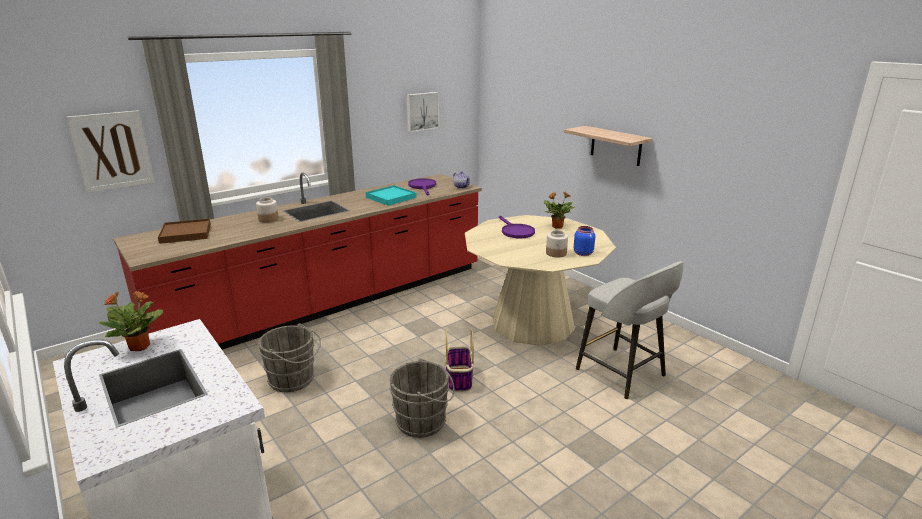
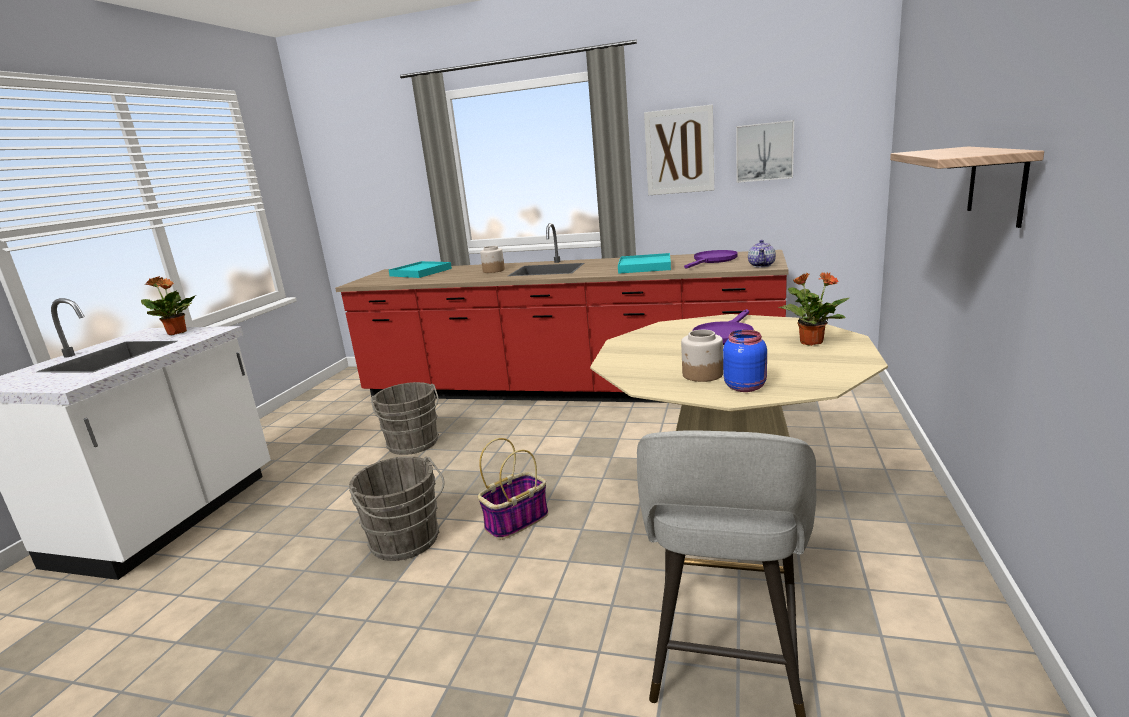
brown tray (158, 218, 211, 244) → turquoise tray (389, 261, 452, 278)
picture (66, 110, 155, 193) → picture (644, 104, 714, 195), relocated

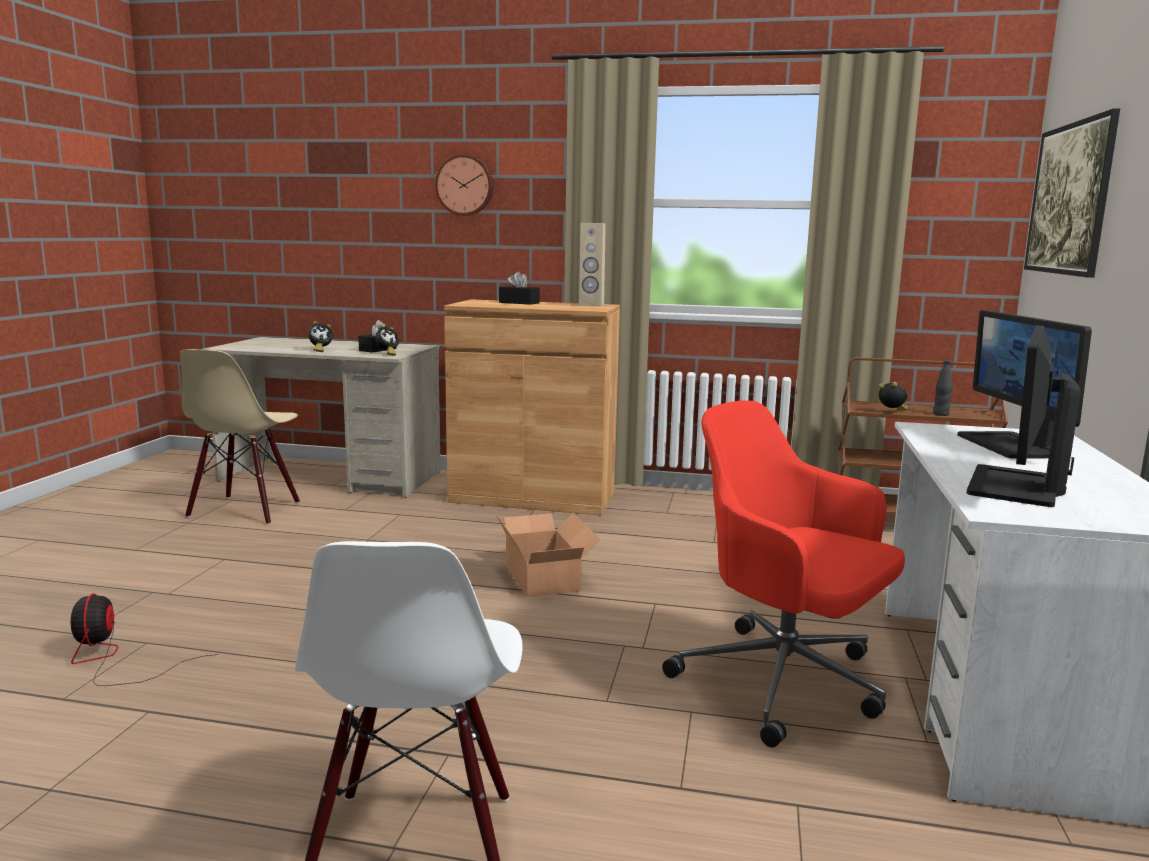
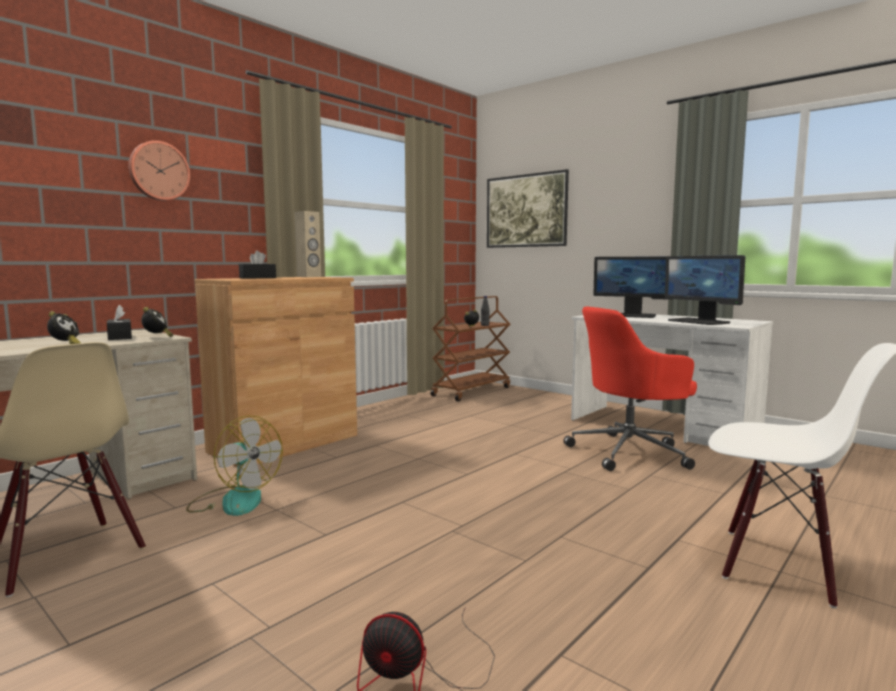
- → fan (186, 415, 283, 516)
cardboard box (496, 512, 600, 597) → -

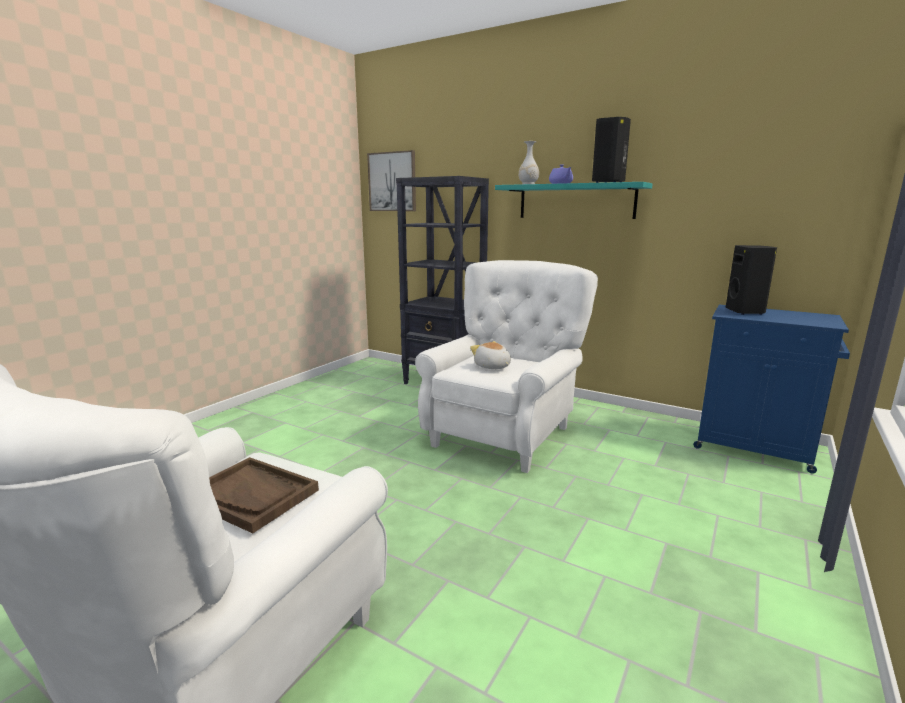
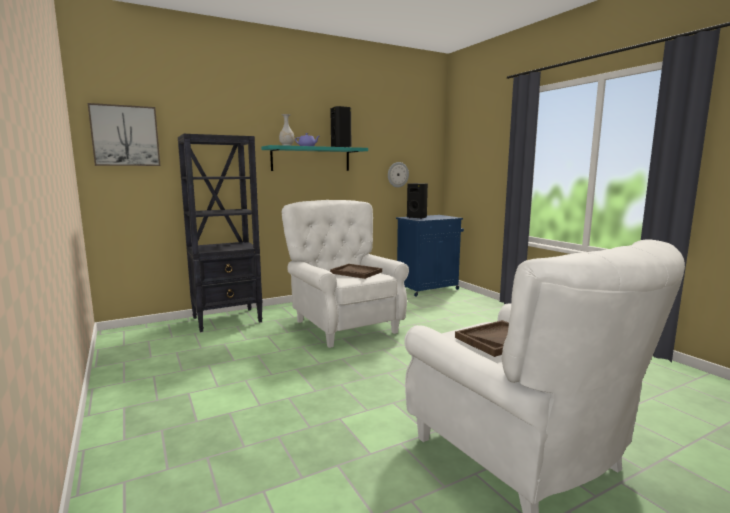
plush toy (470, 341, 511, 369) → brown tray (330, 264, 382, 279)
- → wall clock (388, 162, 409, 188)

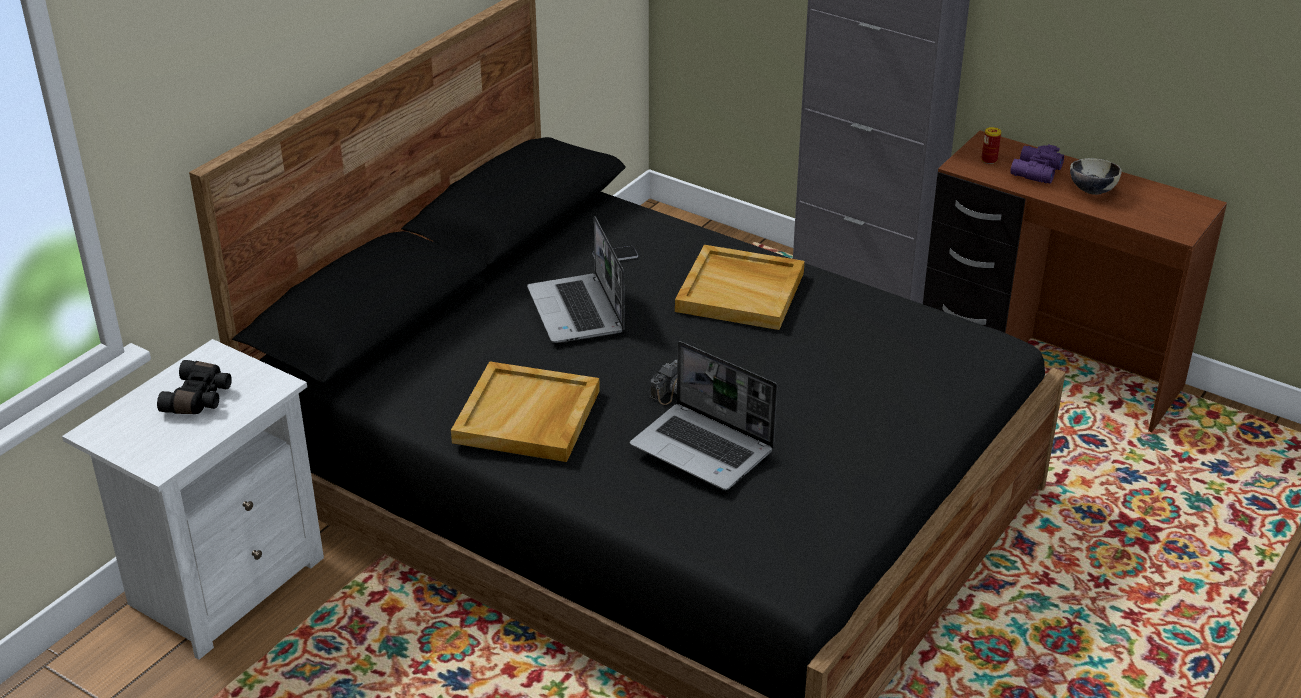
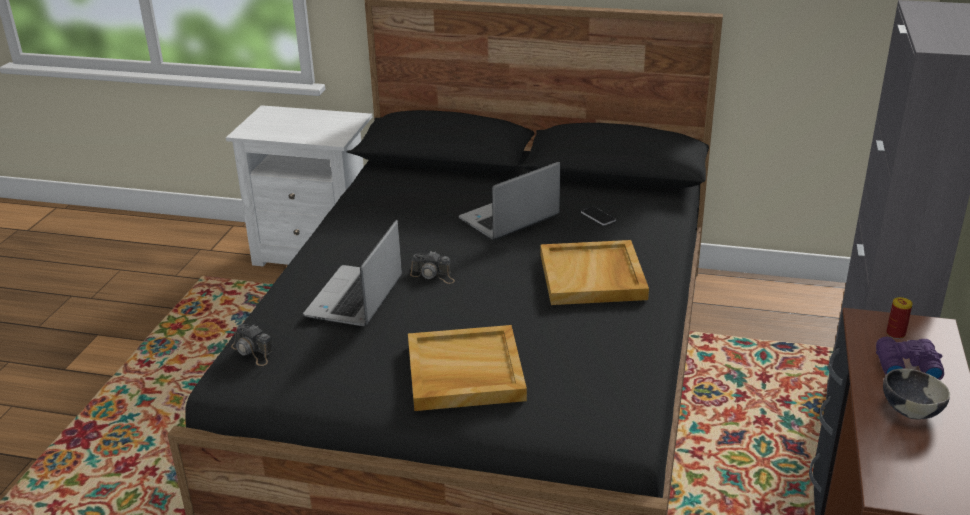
- → photo camera (231, 324, 272, 366)
beige tray (451, 361, 600, 462) → beige tray (408, 325, 527, 411), relocated
black binoculars (157, 360, 232, 414) → -

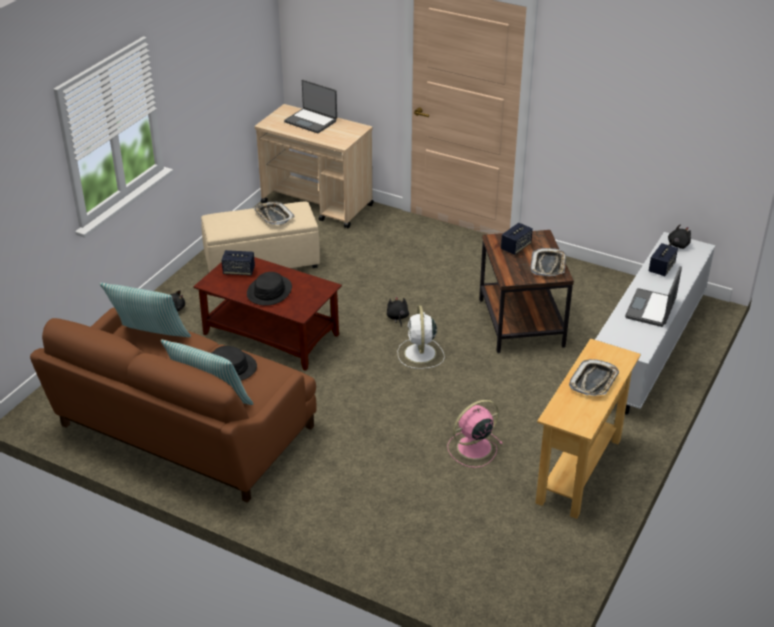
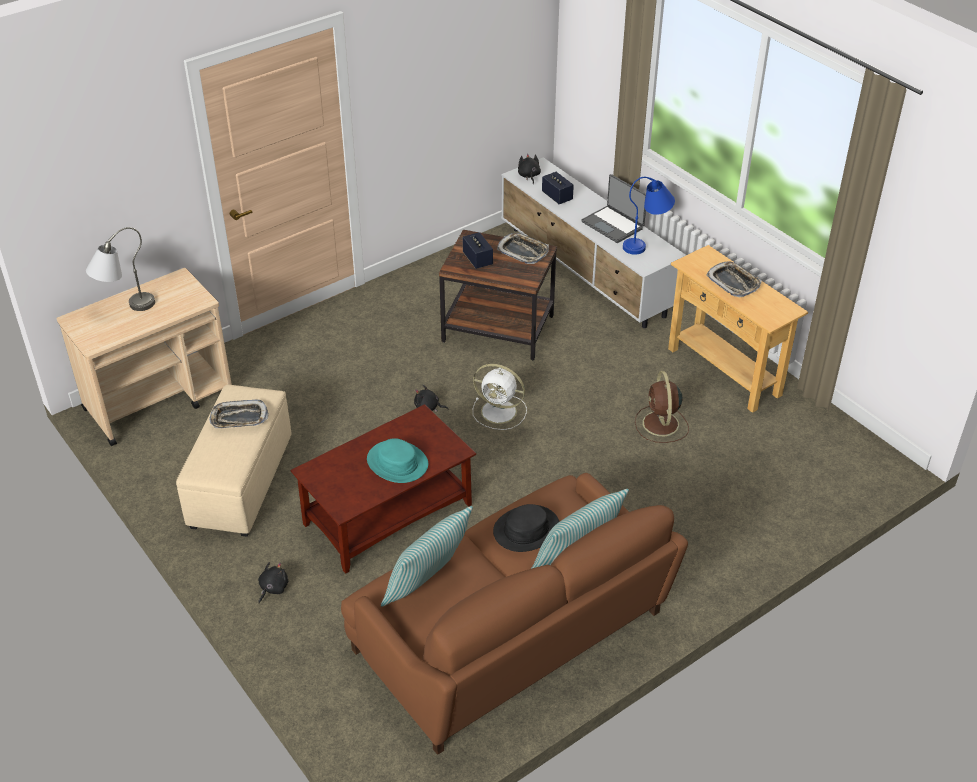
laptop (284, 80, 337, 133) → grey table lamp (86, 227, 155, 311)
black hat (247, 272, 292, 305) → turquoise hat (367, 438, 428, 483)
- → blue table lamp (623, 177, 675, 255)
pink fan (447, 400, 503, 468) → brown fan (635, 371, 689, 443)
speaker (222, 250, 255, 276) → -

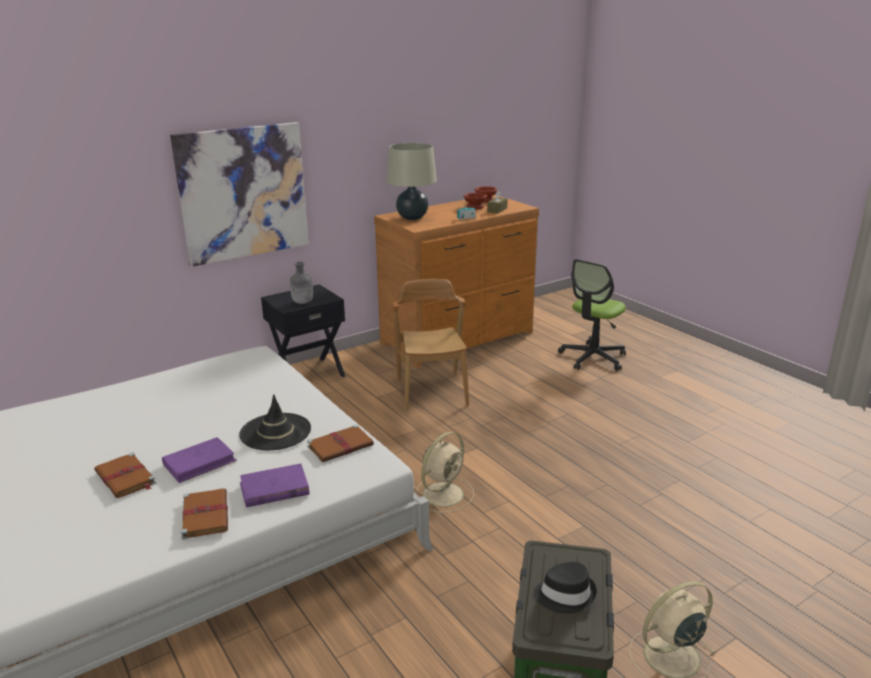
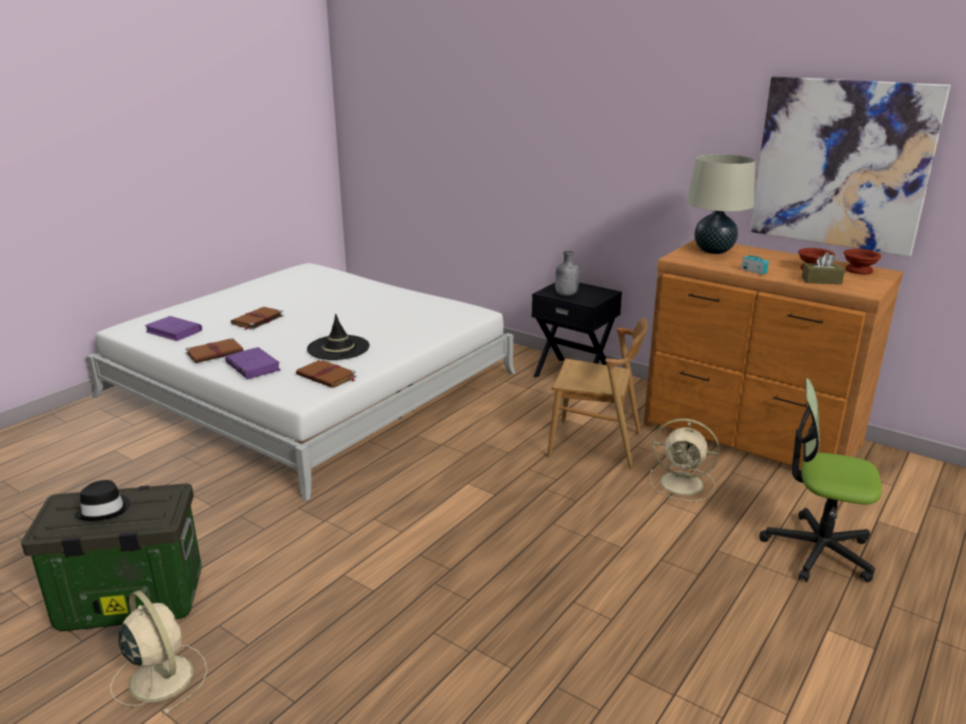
purple book (162, 437, 237, 483) → purple book (144, 316, 202, 341), relocated
brown chair (392, 279, 469, 411) → brown chair (547, 318, 648, 469), 45 degrees clockwise
beige fan (417, 432, 474, 513) → beige fan (650, 419, 720, 501), relocated
picture (170, 122, 309, 267) → picture (750, 77, 951, 257), relocated

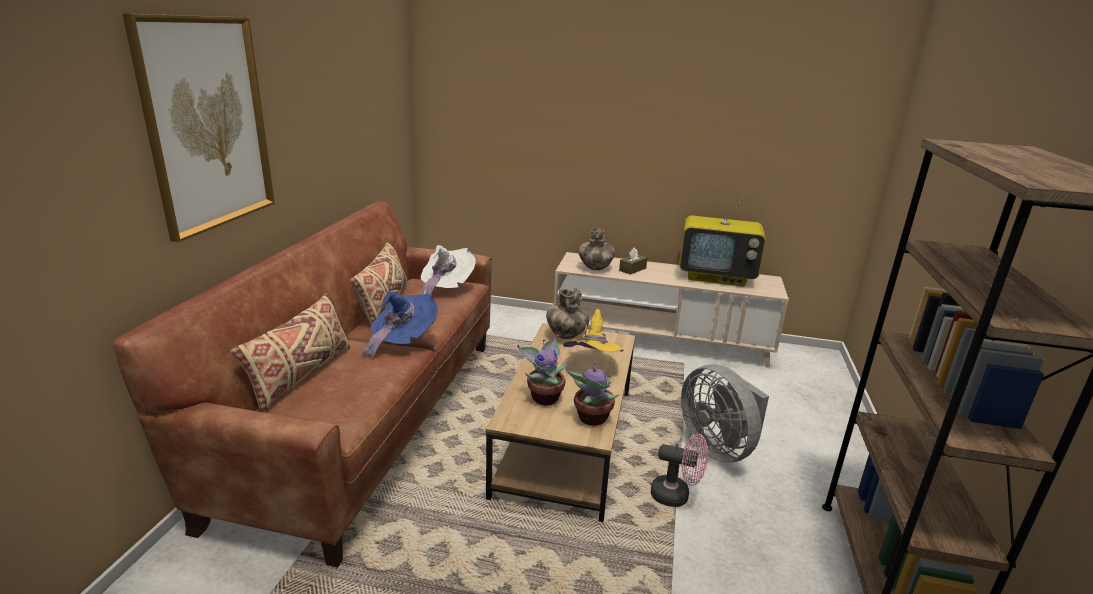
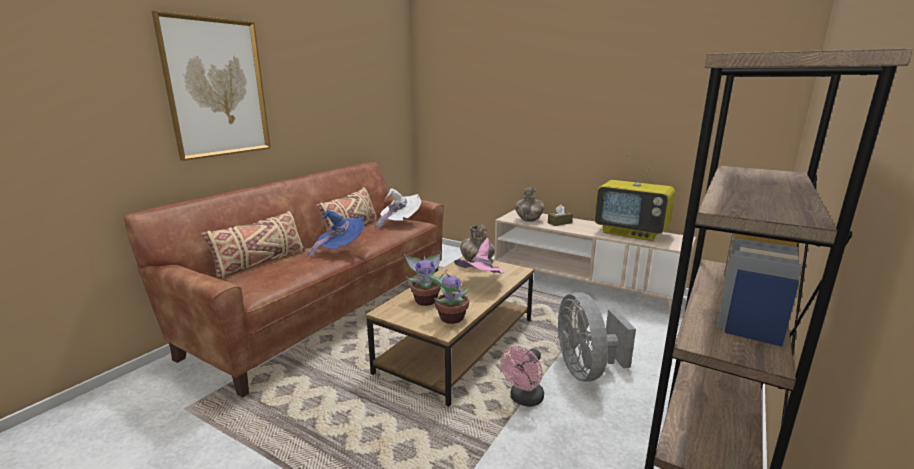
yellow hat (563, 309, 623, 353) → pink hat (454, 238, 504, 274)
pink fan (651, 433, 708, 507) → pink fan (501, 346, 544, 407), 90 degrees clockwise

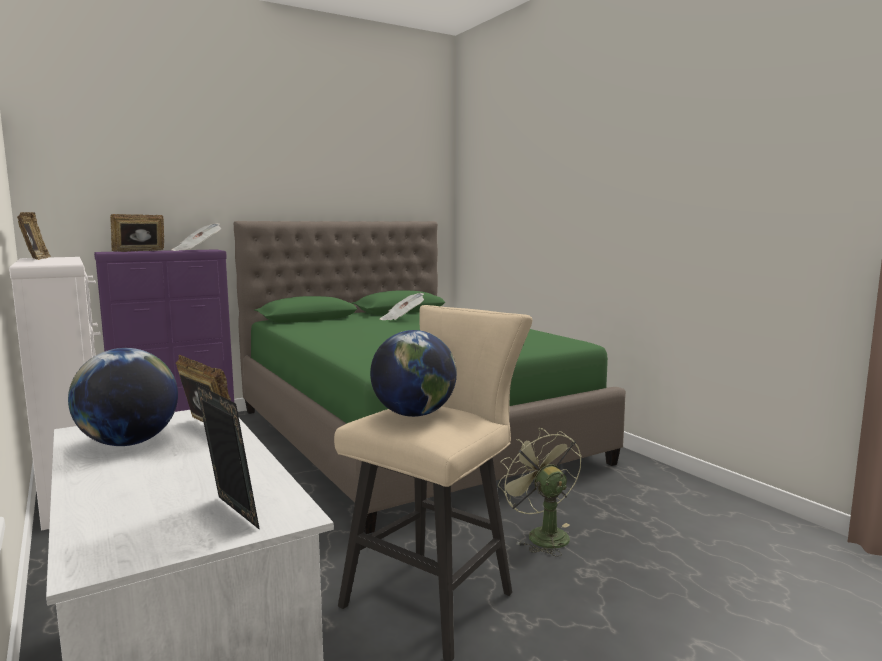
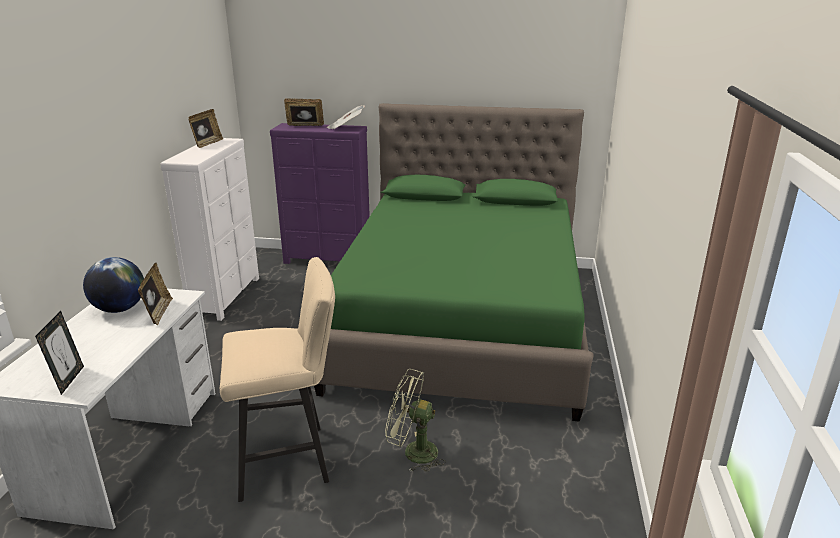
green fan (498, 428, 582, 556) → green fan (385, 369, 446, 472), 90 degrees counterclockwise
globe (370, 330, 457, 417) → -
newspaper (380, 293, 424, 320) → -

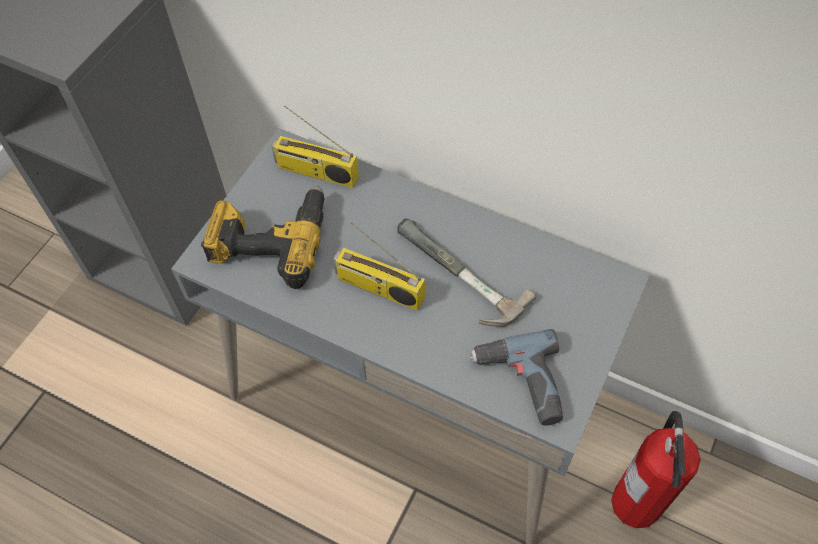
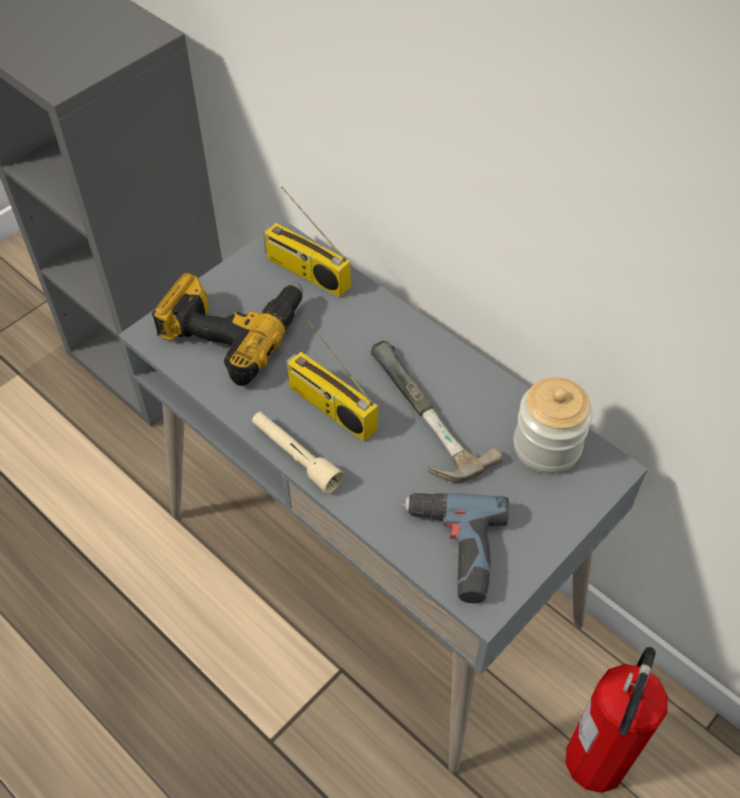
- → beige flashlight (252, 412, 344, 494)
- → jar (514, 377, 593, 474)

